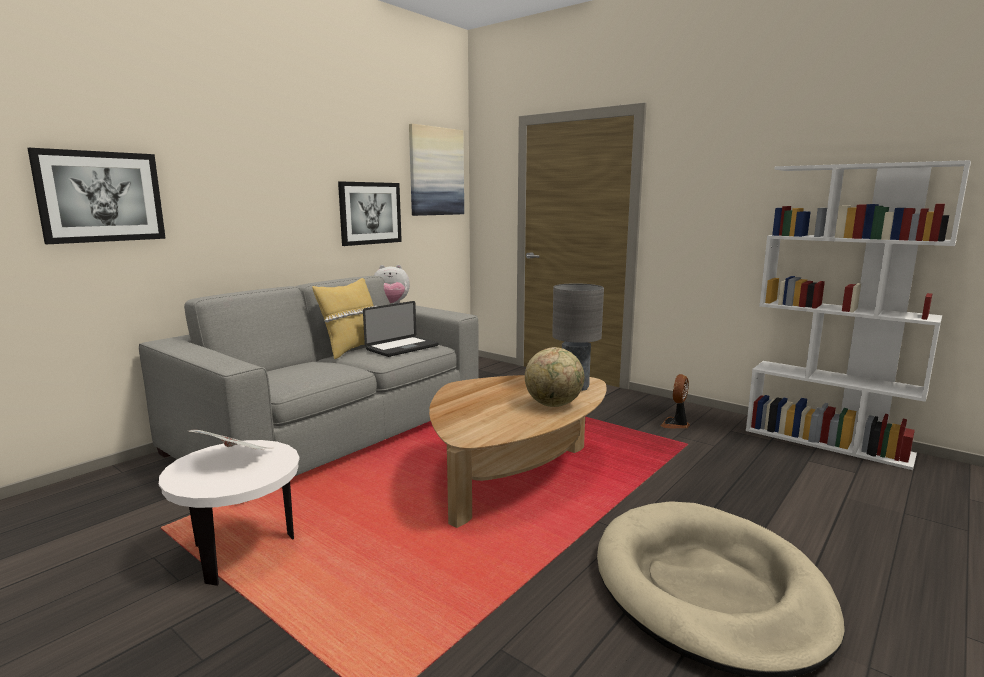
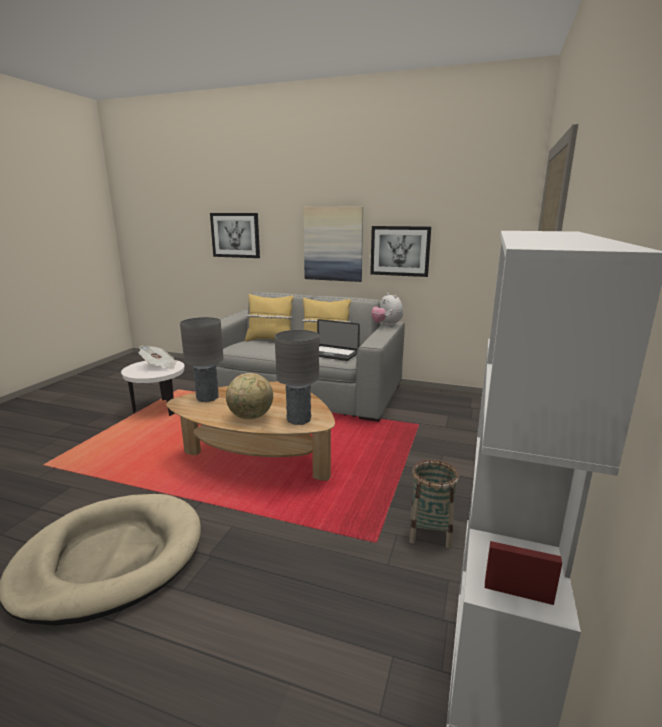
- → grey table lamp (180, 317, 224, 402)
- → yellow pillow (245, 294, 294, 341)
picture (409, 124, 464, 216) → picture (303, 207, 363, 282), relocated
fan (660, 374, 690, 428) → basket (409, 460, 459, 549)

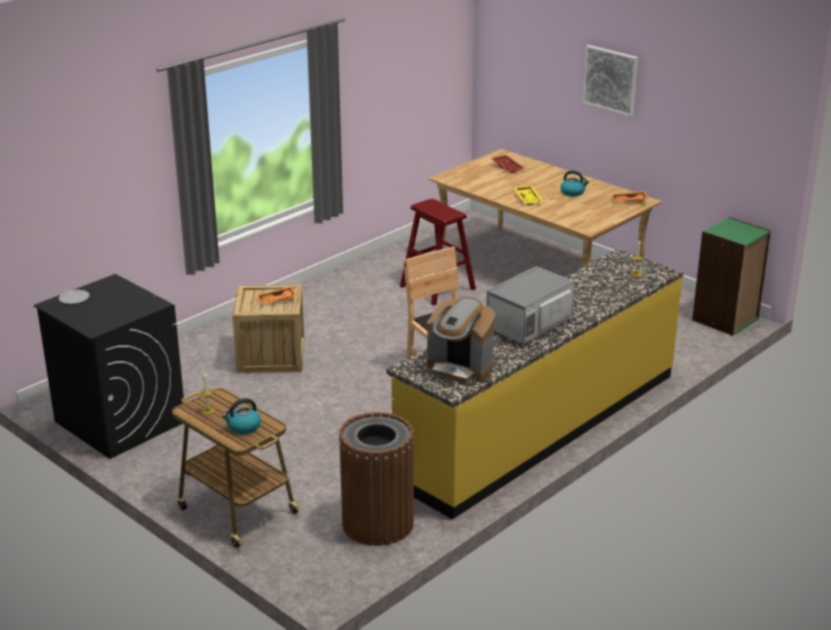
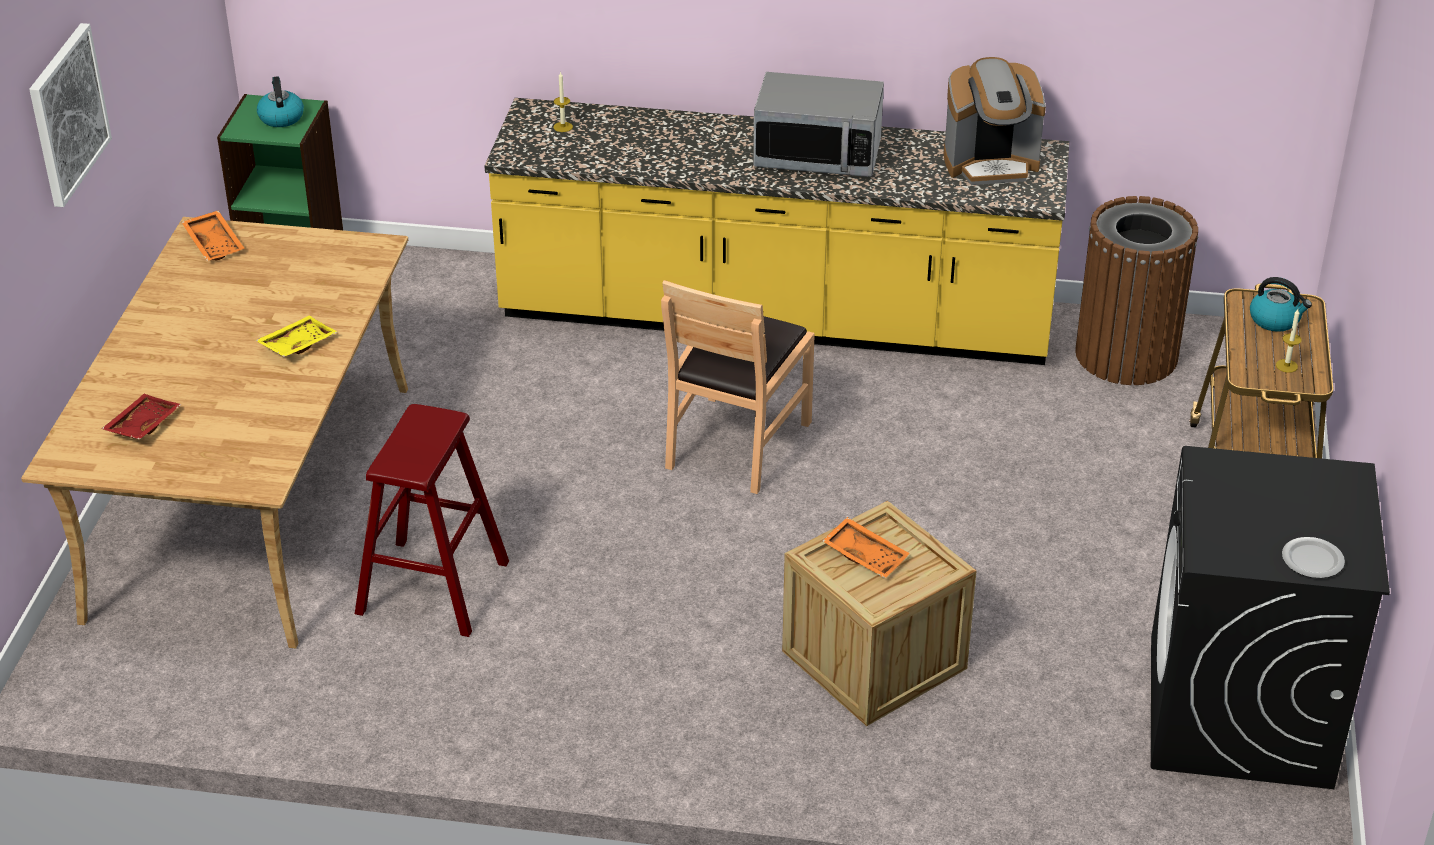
kettle (561, 170, 589, 196) → kettle (257, 76, 304, 127), relocated
coffee machine (427, 297, 495, 384) → coffee machine (944, 57, 1046, 185), 90 degrees clockwise

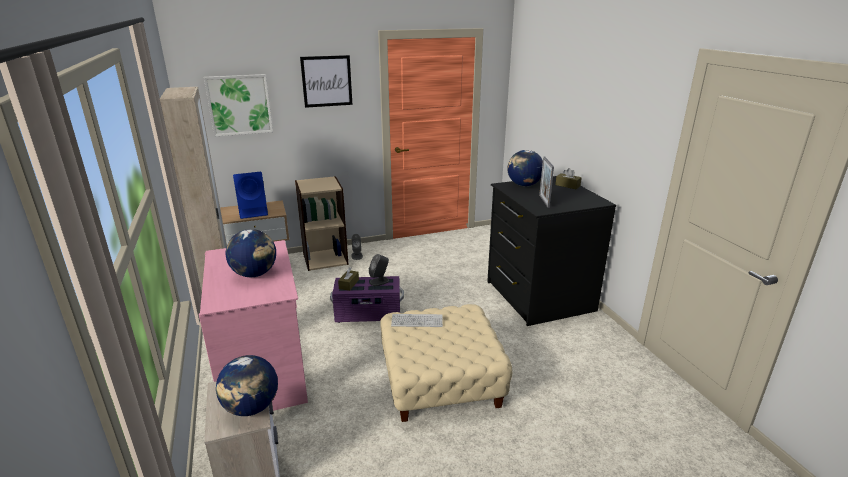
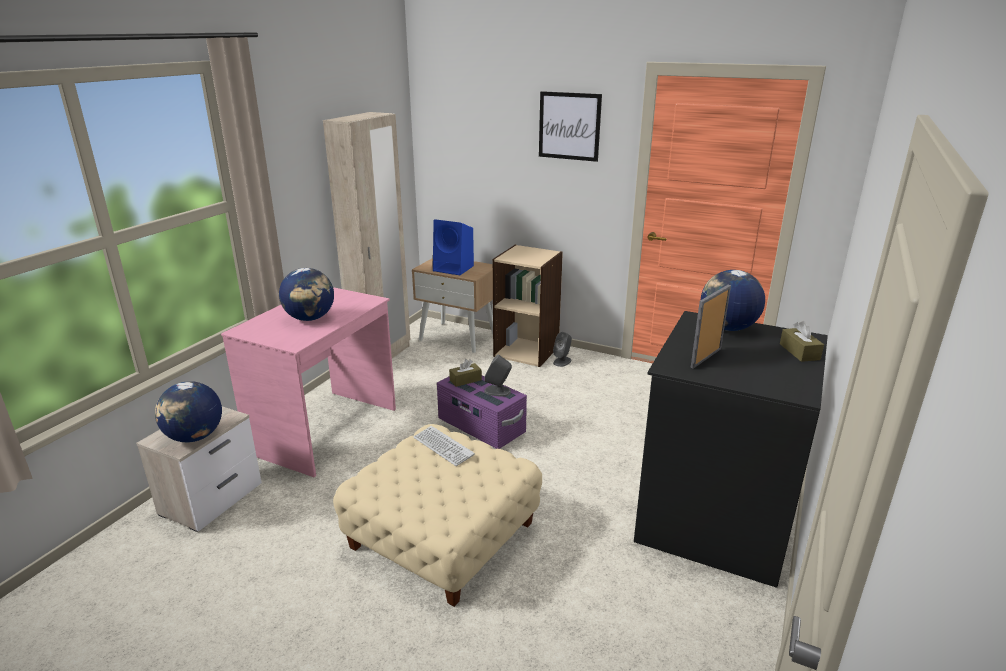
picture (204, 74, 273, 136) → -

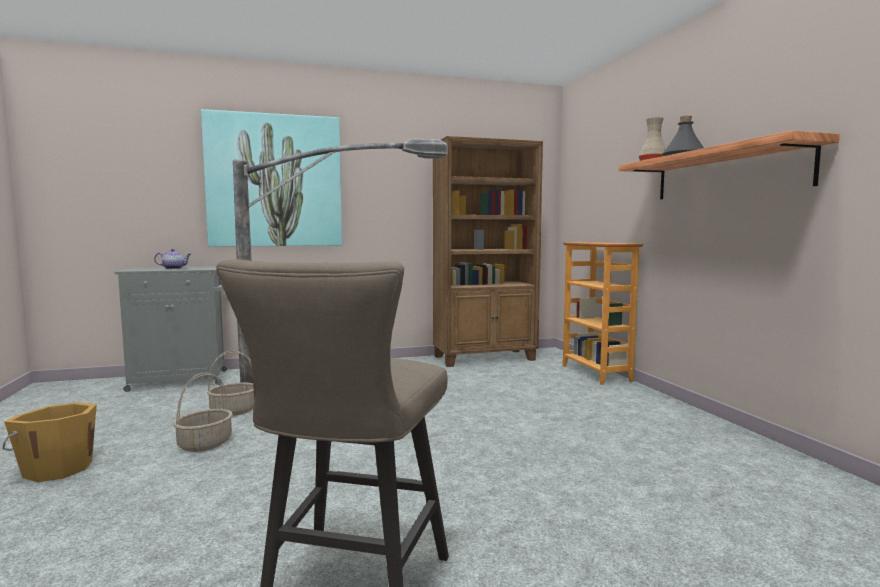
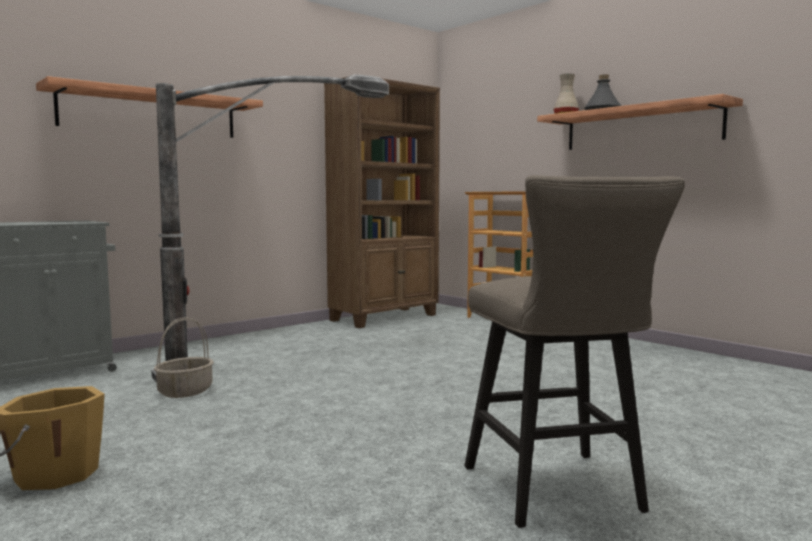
picture (201, 109, 342, 247) → shelf (36, 76, 263, 138)
teapot (154, 249, 191, 269) → -
basket (173, 373, 233, 452) → -

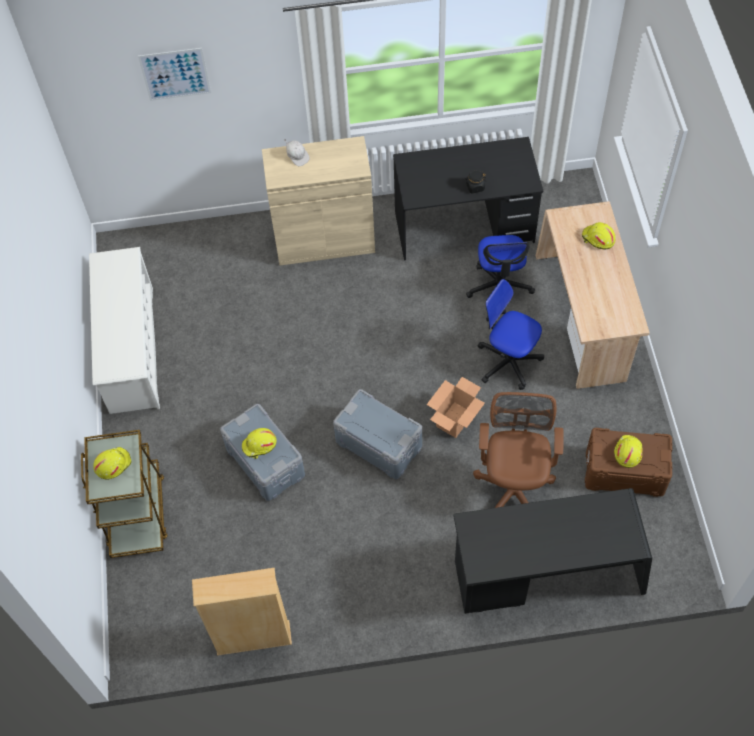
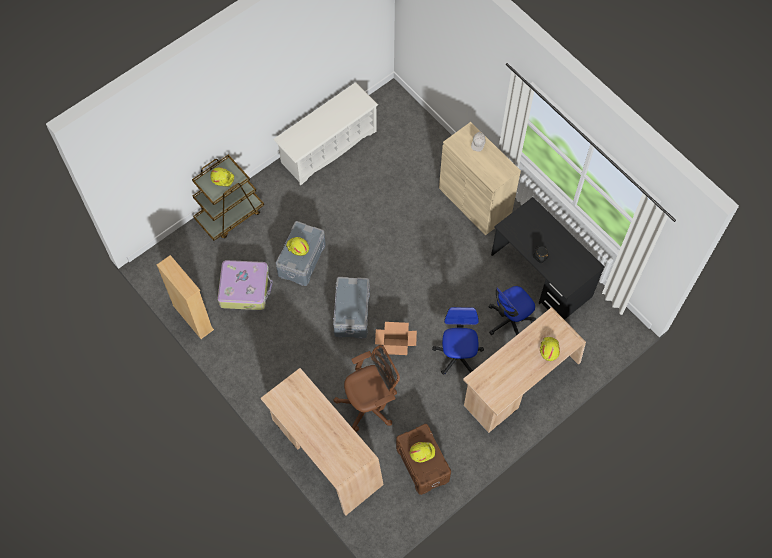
- → suitcase (217, 260, 273, 310)
black desk (453, 488, 652, 614) → beige desk (261, 368, 384, 516)
picture (138, 48, 211, 101) → -

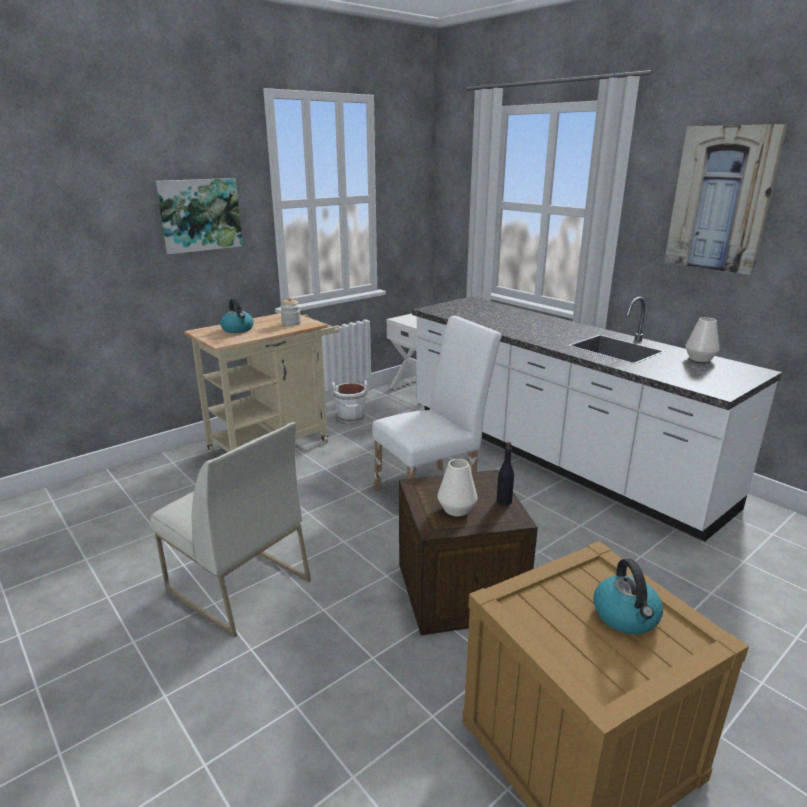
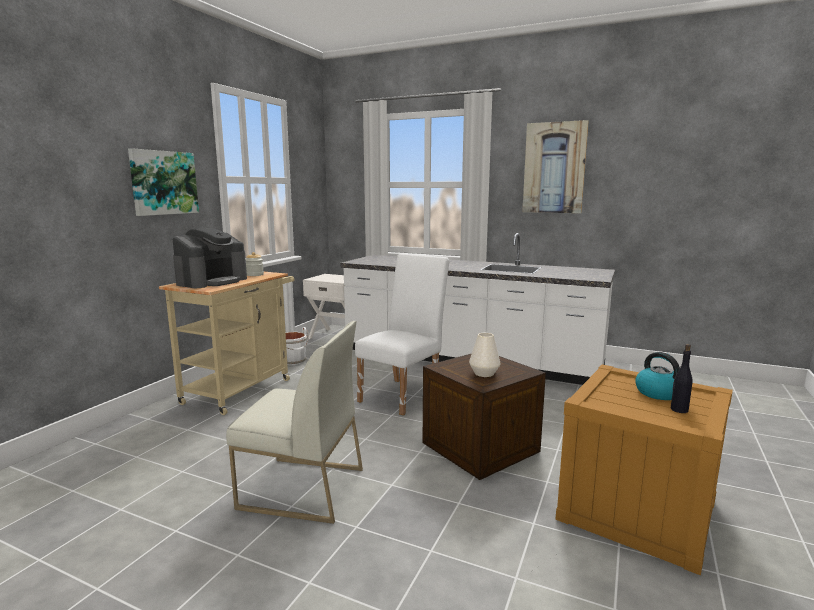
kettle (220, 299, 254, 333) → coffee machine (173, 228, 247, 288)
black bottle (497, 442, 514, 506) → black bottle (671, 344, 693, 413), relocated
white vase (685, 317, 719, 362) → -

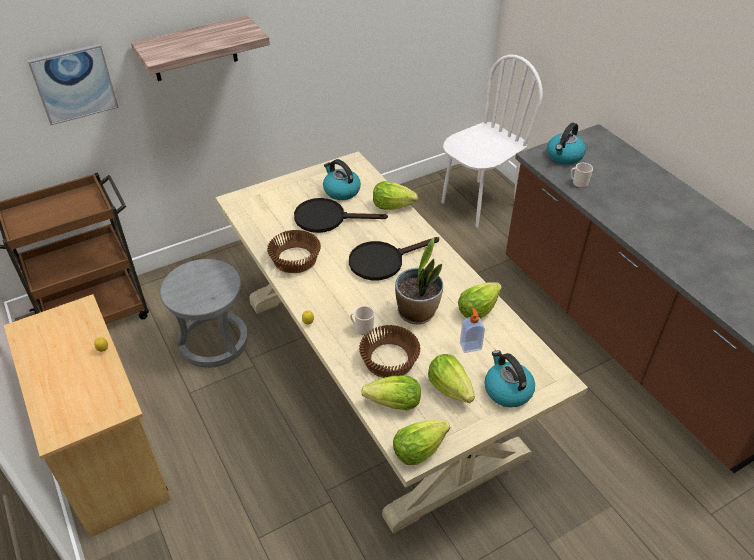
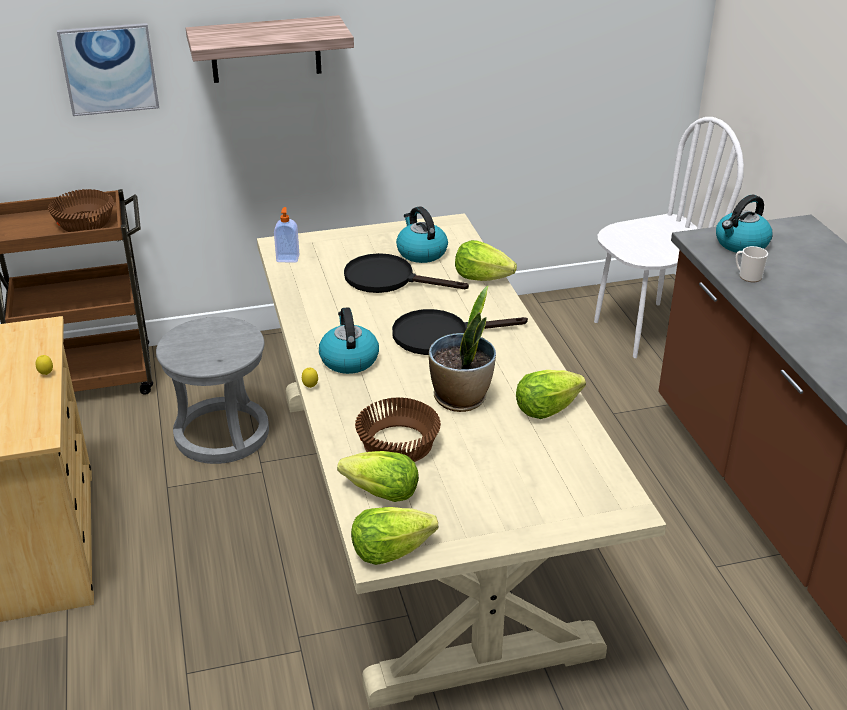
brown bowl (267, 230, 321, 273) → brown bowl (48, 189, 114, 232), relocated
soap dispenser (460, 308, 485, 353) → soap dispenser (274, 207, 300, 263), relocated
kettle (485, 350, 535, 407) → kettle (319, 307, 379, 374), relocated
mug (350, 306, 374, 335) → -
lettuce (428, 354, 475, 403) → -

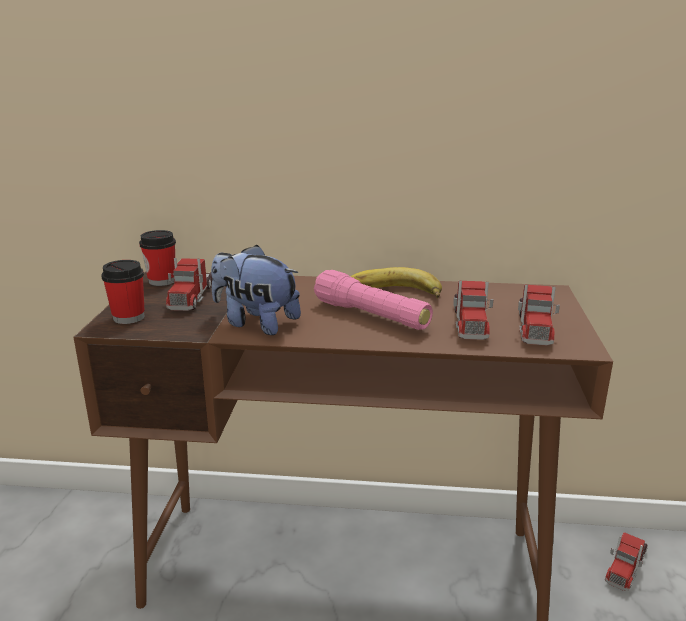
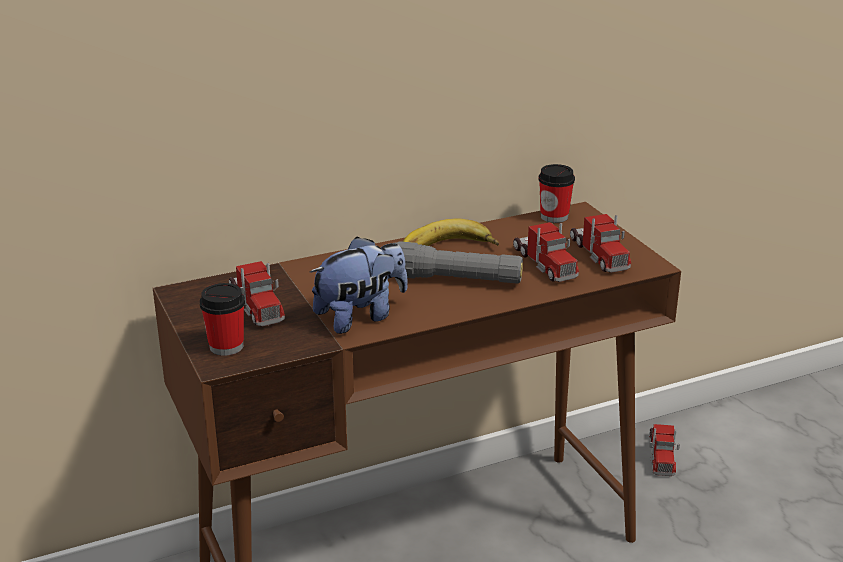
plush toy (211, 245, 301, 335) → plush toy (310, 236, 408, 334), 150 degrees clockwise
pink flashlight (314, 270, 433, 330) → grey flashlight (395, 241, 523, 284)
cup (139, 230, 176, 286) → cup (538, 164, 575, 223), relocated

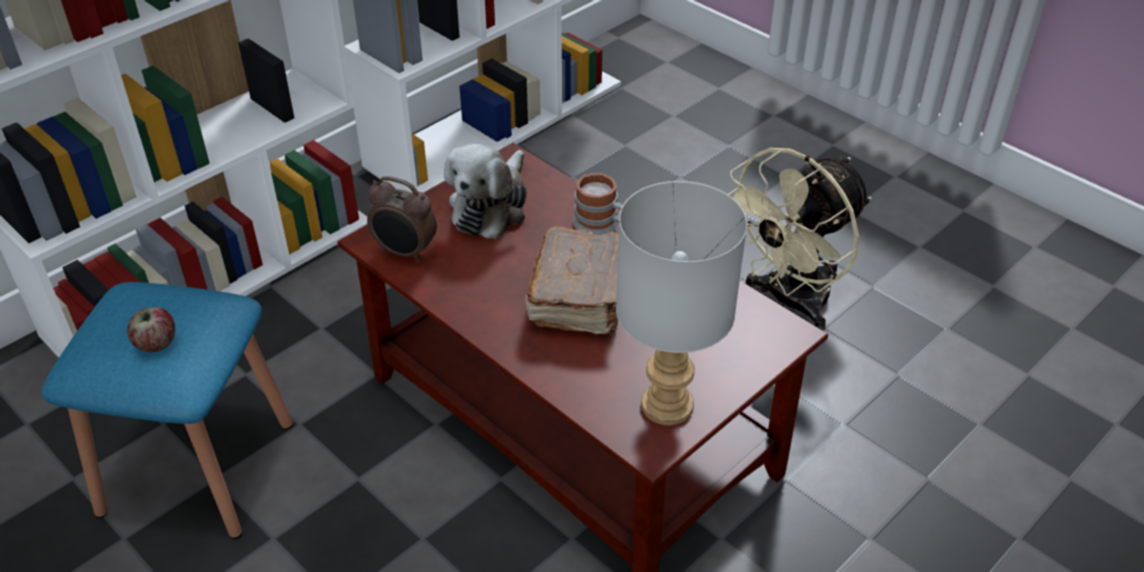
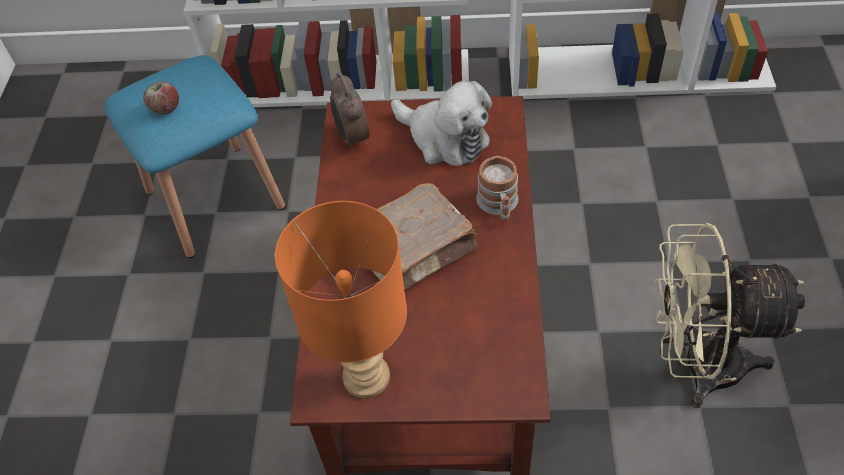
grey table lamp (616, 181, 747, 426) → orange table lamp (275, 201, 407, 398)
plush toy (444, 144, 527, 239) → plush toy (391, 81, 492, 166), 120 degrees counterclockwise

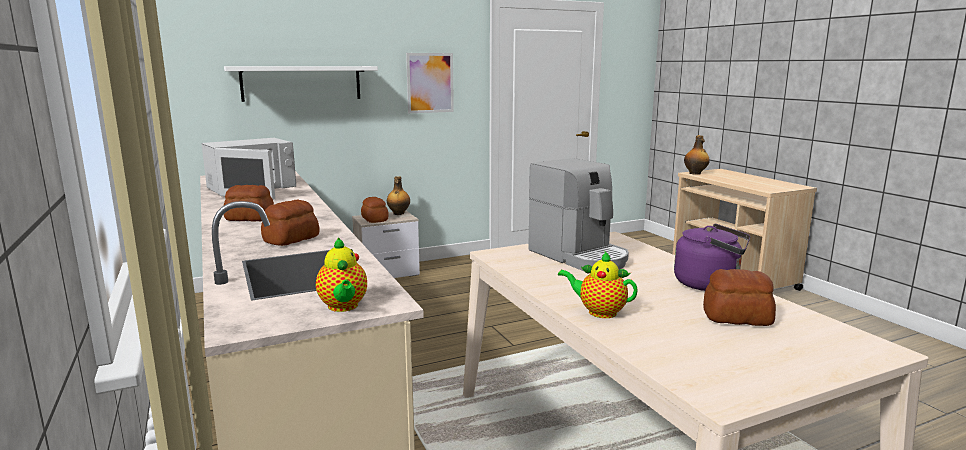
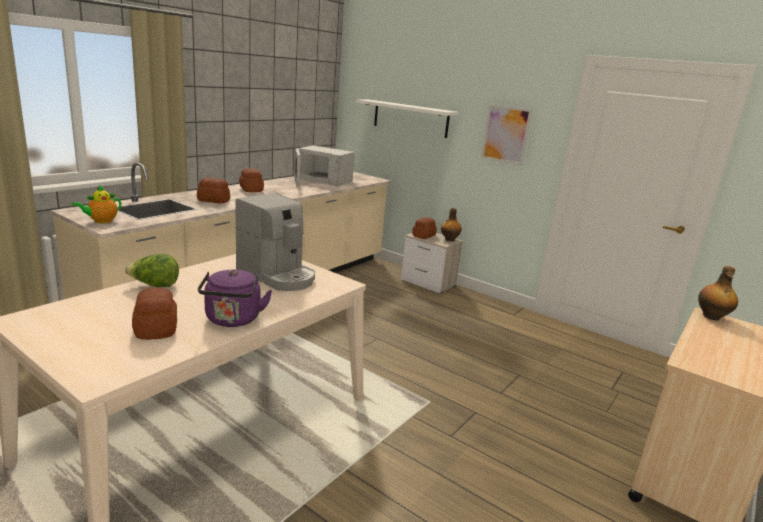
teapot (558, 251, 638, 318) → lettuce (125, 254, 179, 287)
coffee machine (528, 158, 629, 271) → coffee machine (235, 193, 315, 291), 75 degrees counterclockwise

